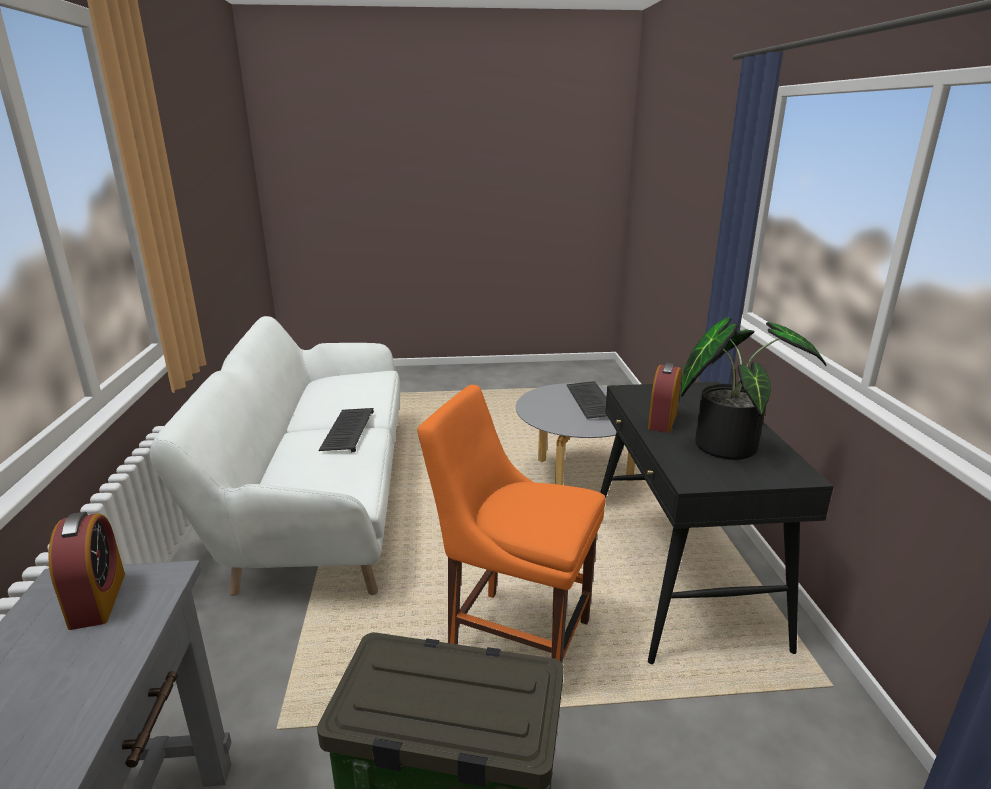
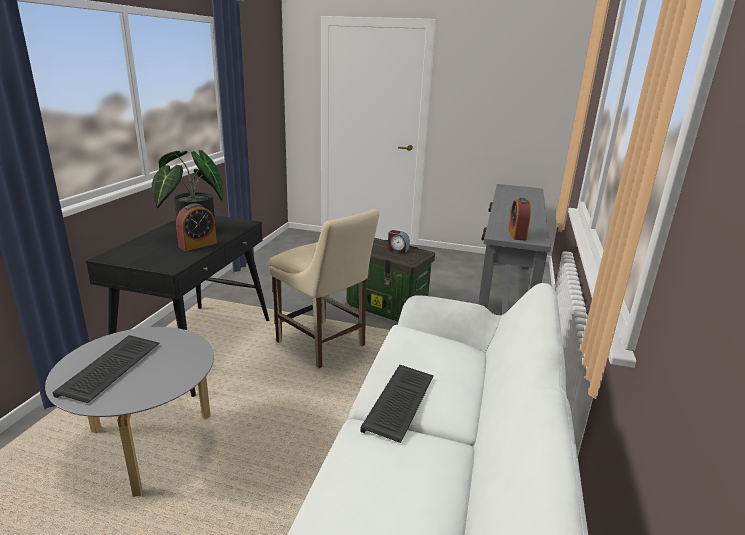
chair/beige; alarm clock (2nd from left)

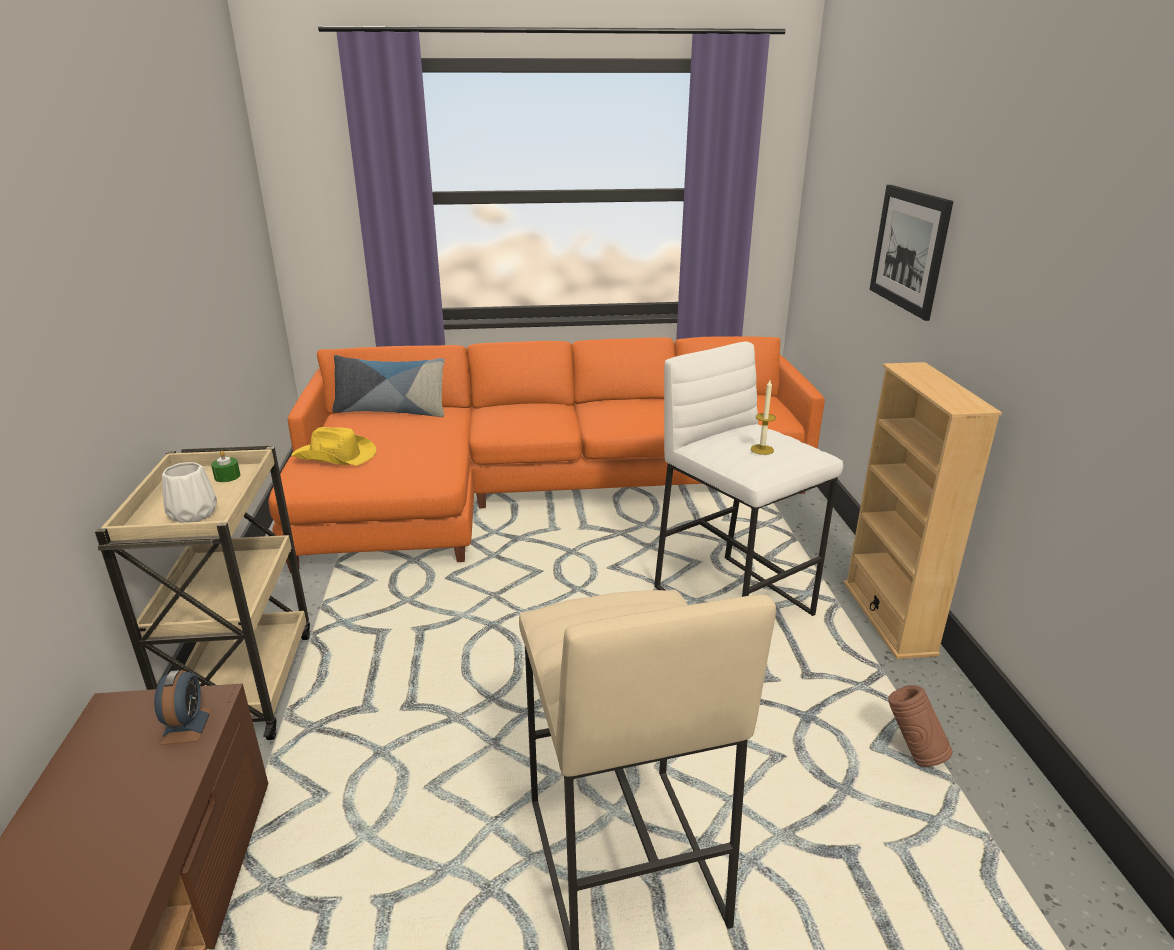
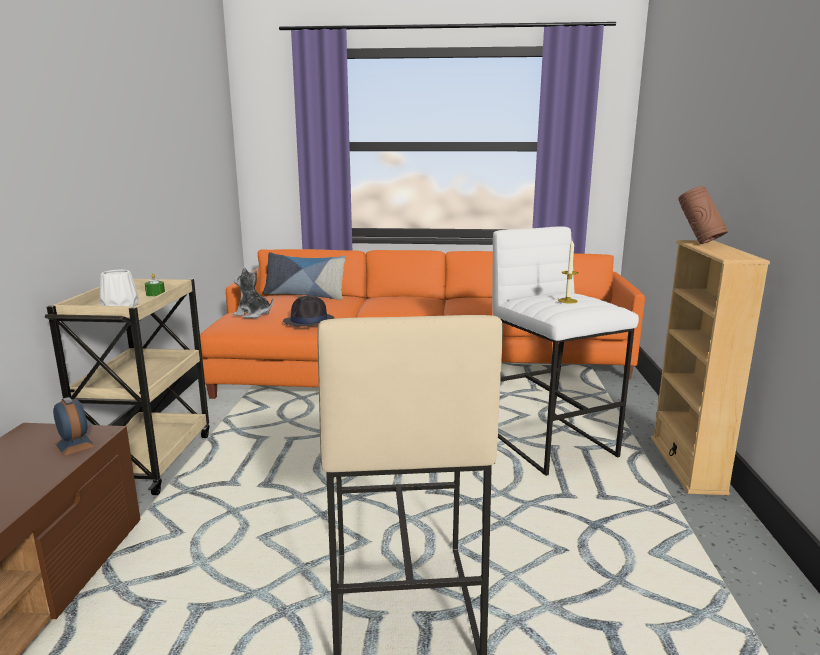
alarm clock; plush toy; hat/black; vase/brown; picture

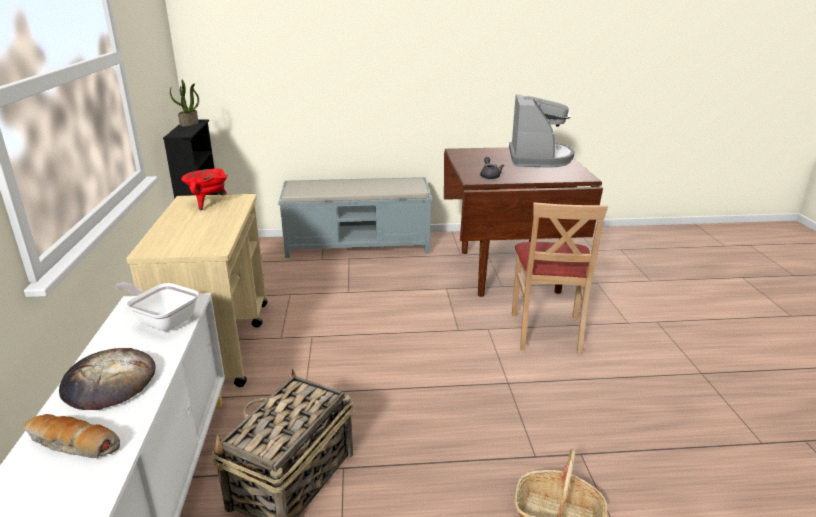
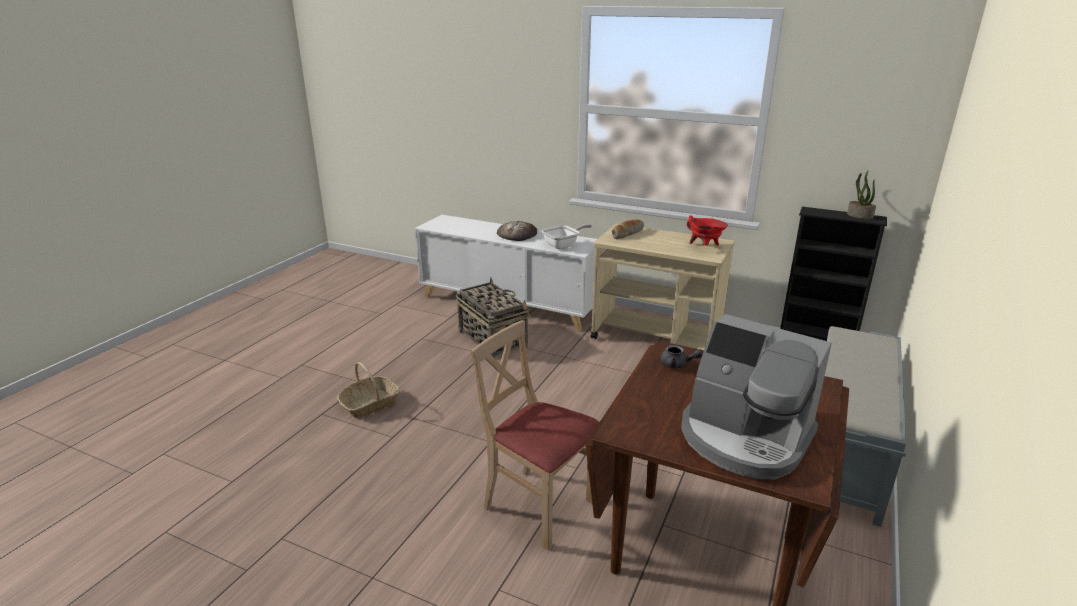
bread (2nd from left)

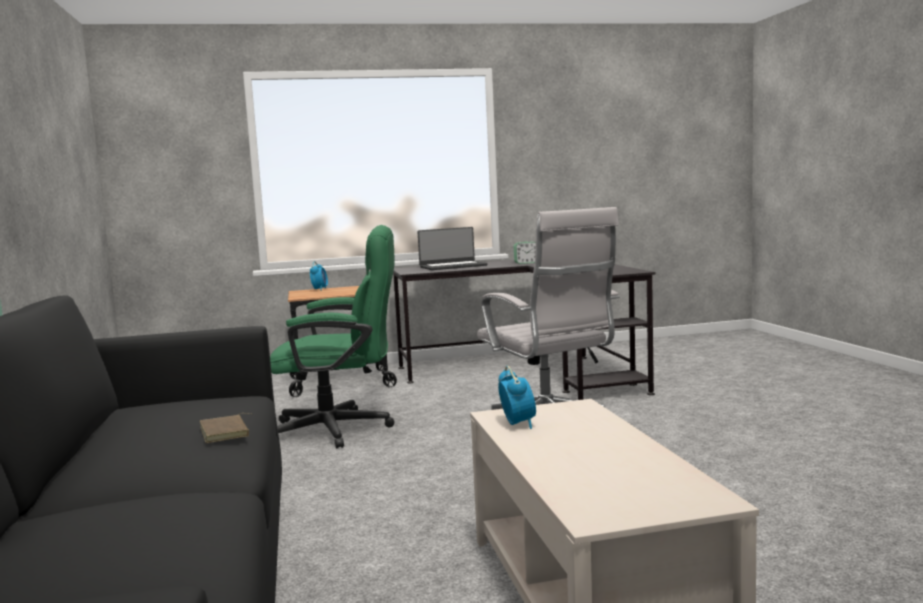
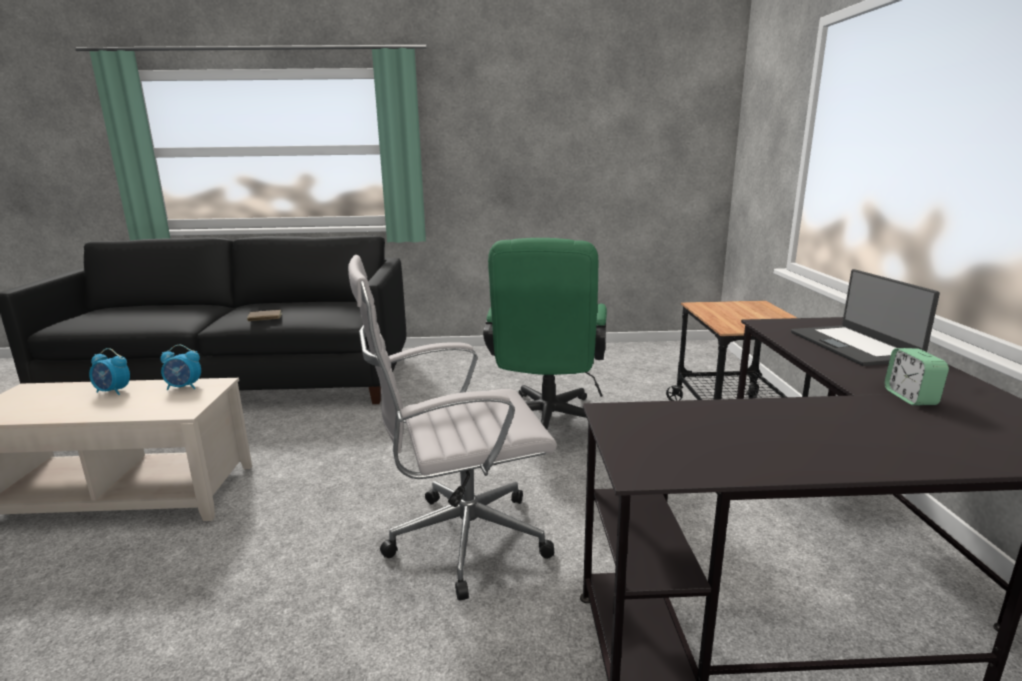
alarm clock (1st from left)

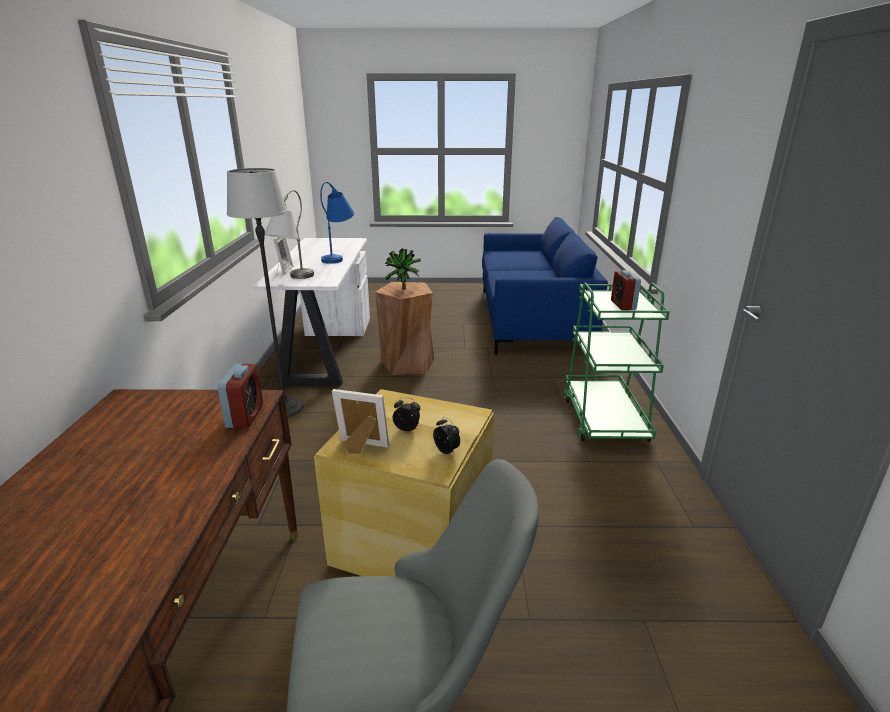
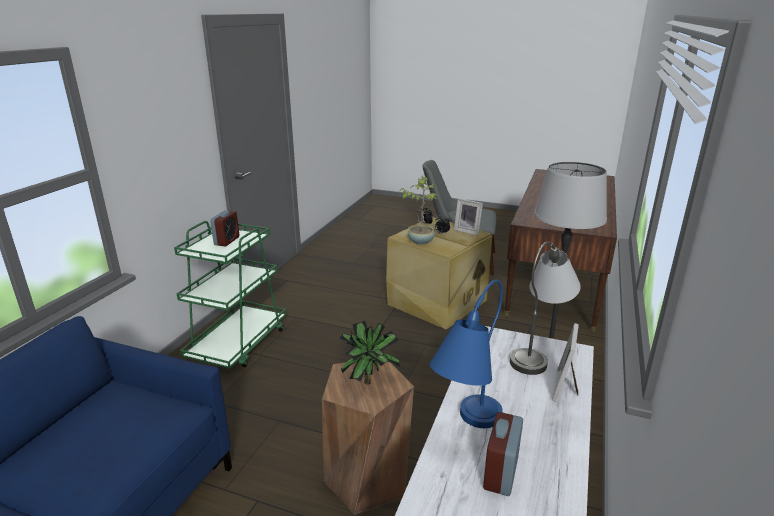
potted plant (2nd from left); alarm clock (4th from left)

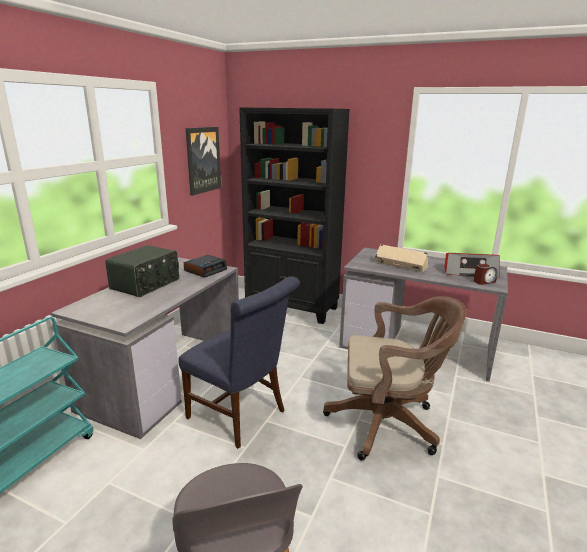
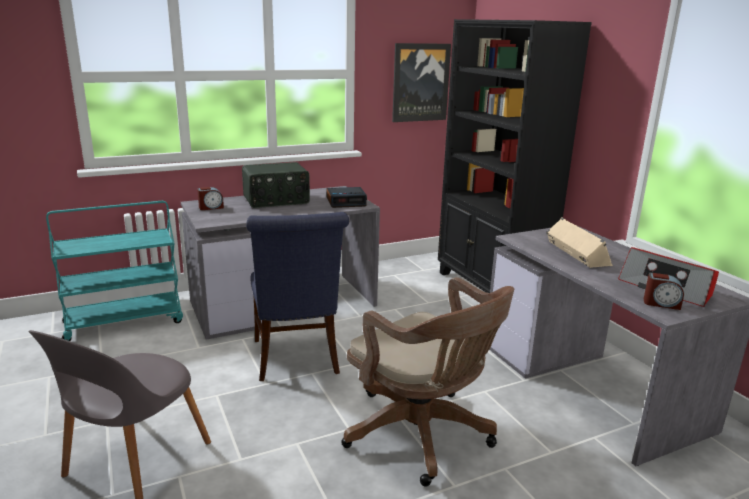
alarm clock (1st from left)

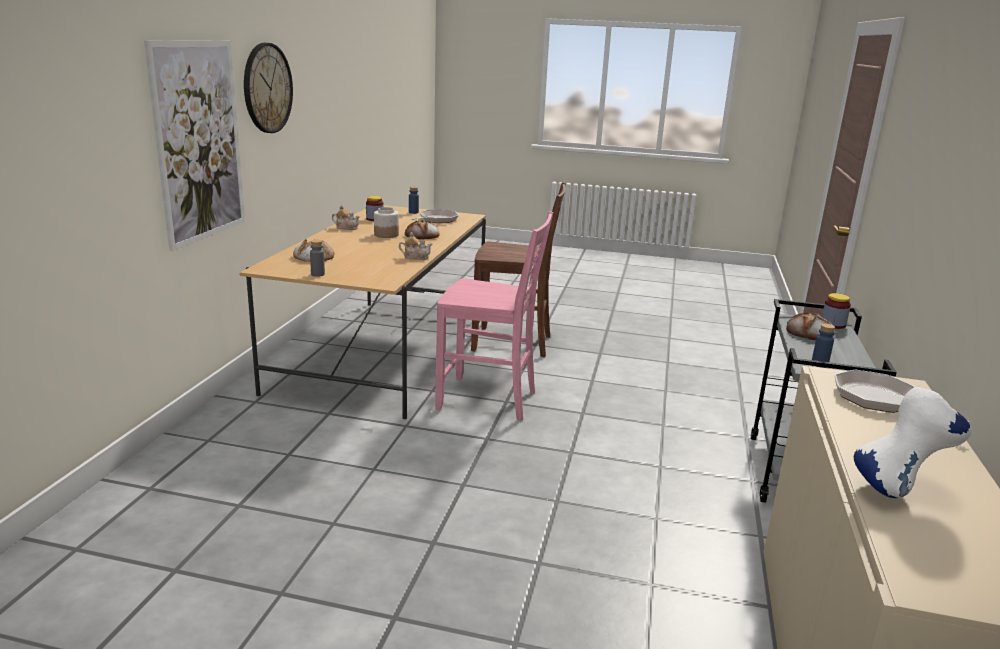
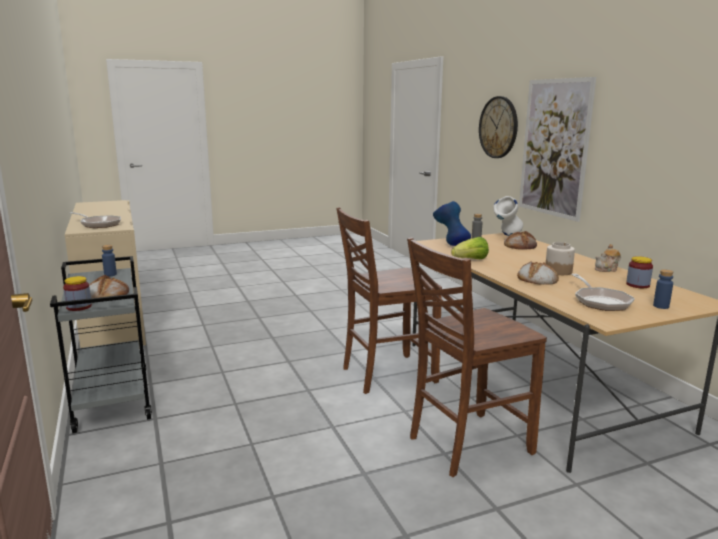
chair/brown (1st from left); vase/blue; lettuce; wall clock; vase/white

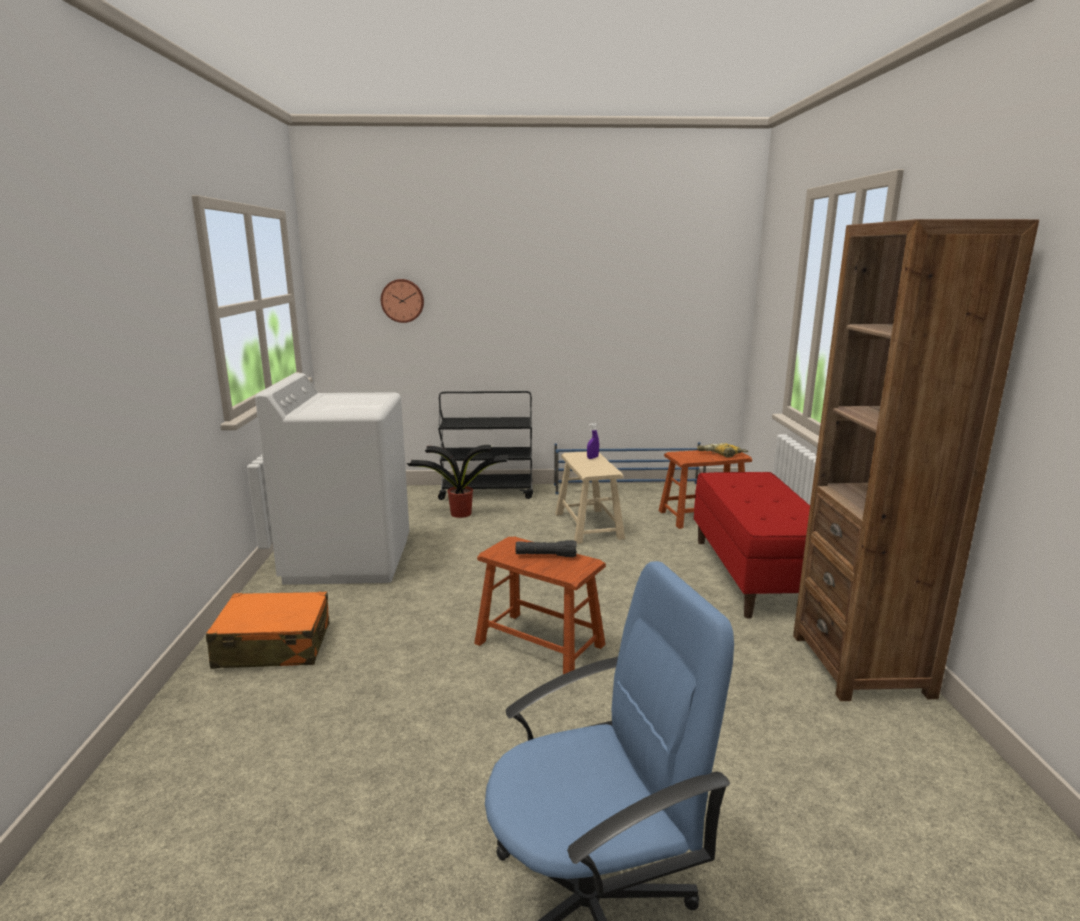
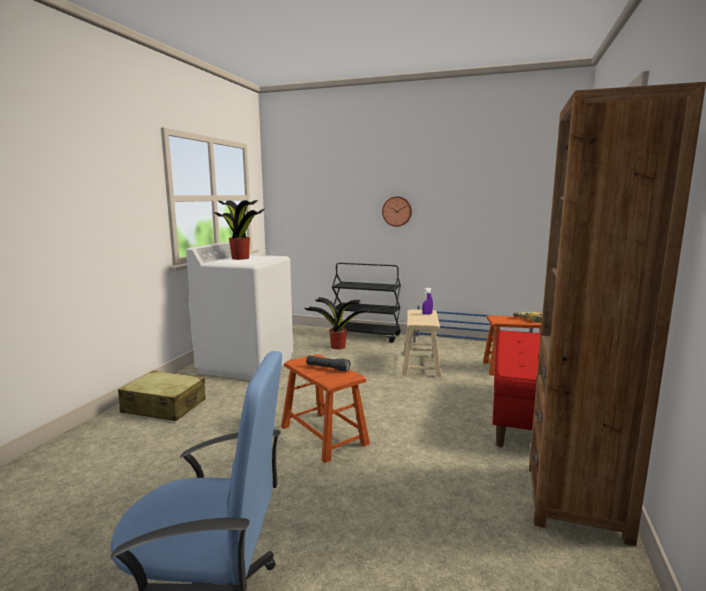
suitcase/beige; potted plant (1st from left); wall clock

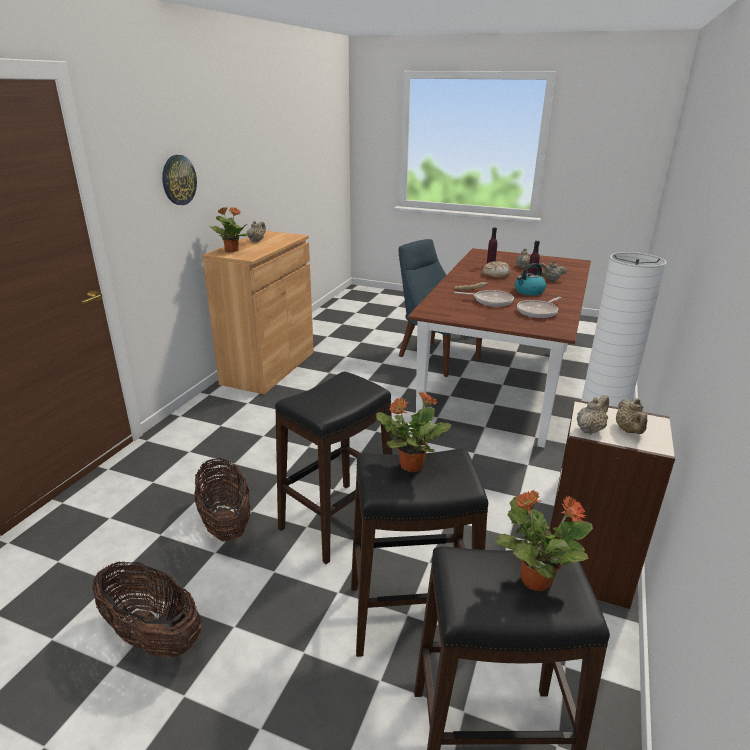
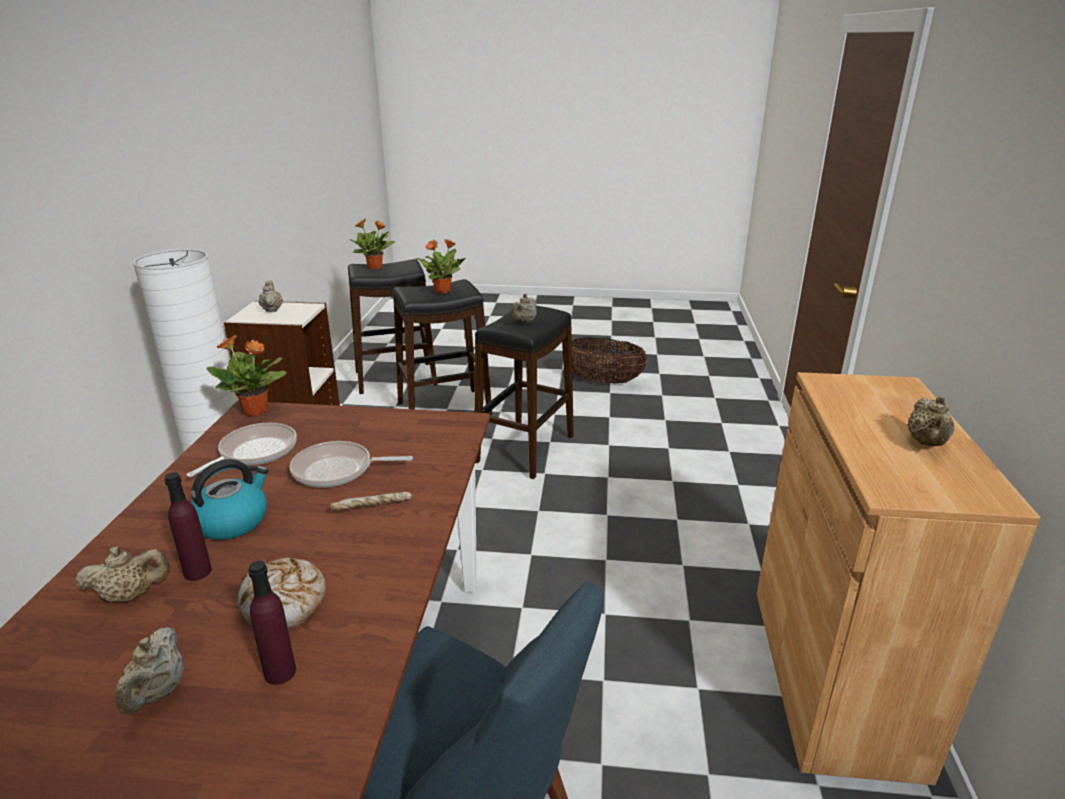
potted plant (1st from left); teapot/beige (4th from left); wall clock; basket (2nd from left in the first image)

